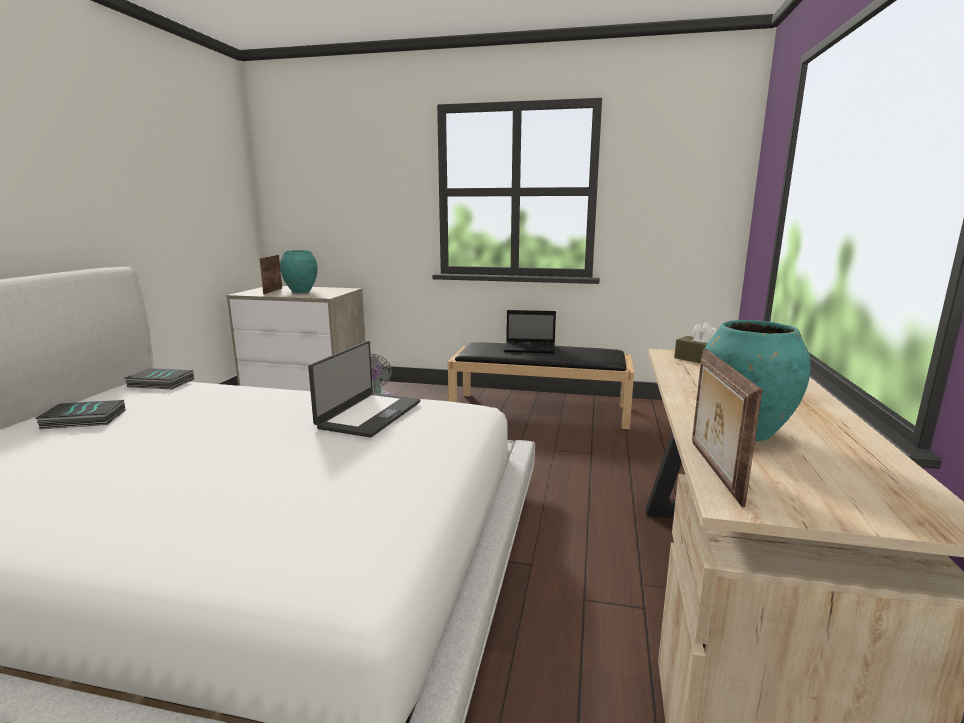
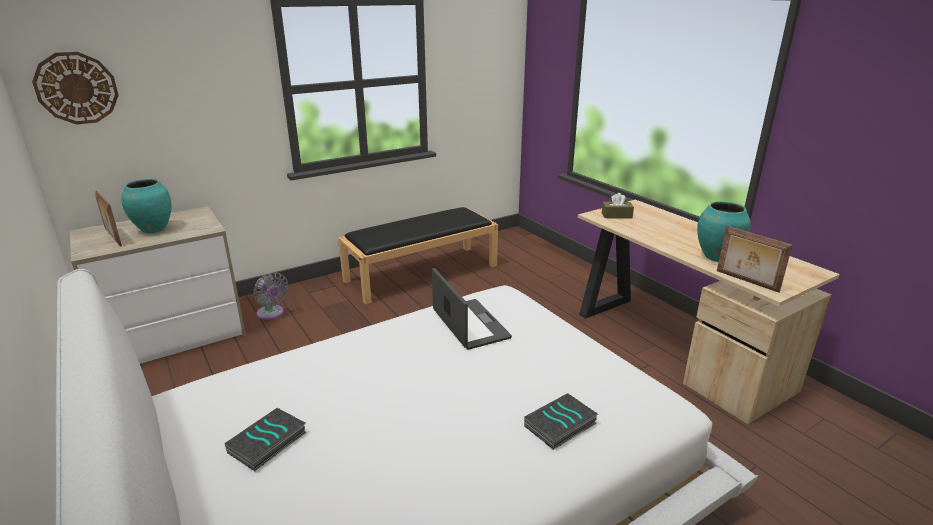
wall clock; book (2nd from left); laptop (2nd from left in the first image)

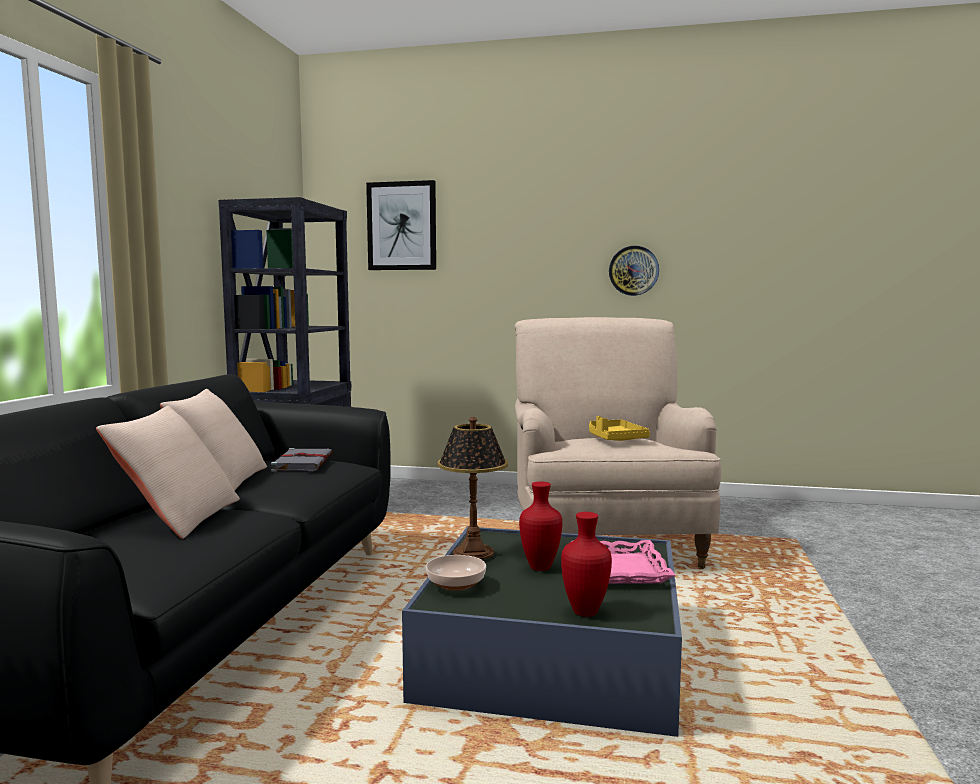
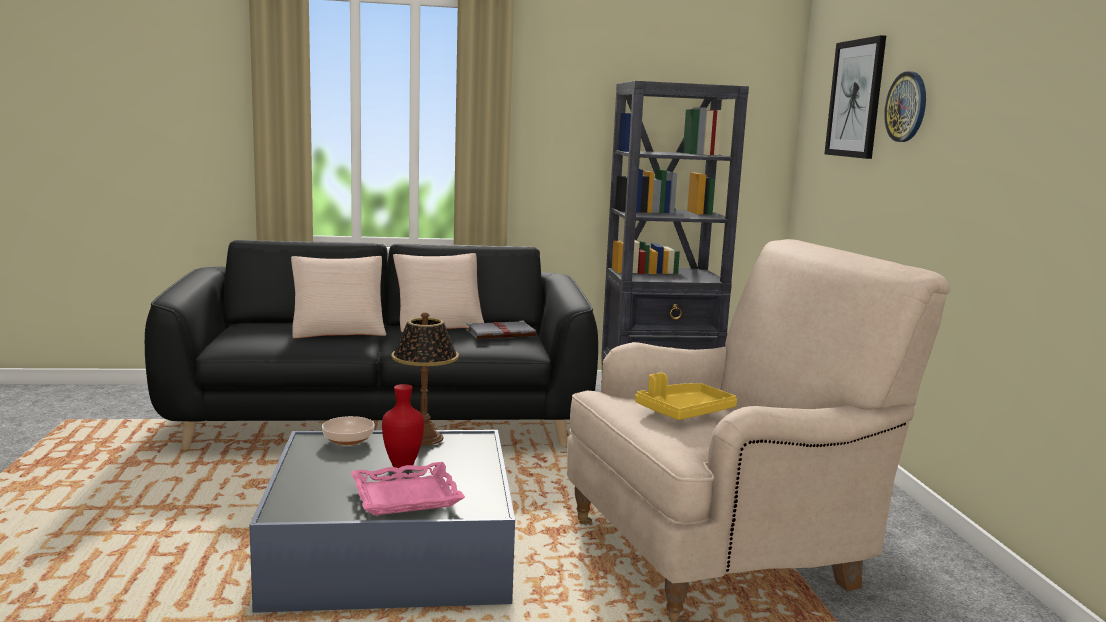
wall clock; vase/red (2nd from left in the first image)

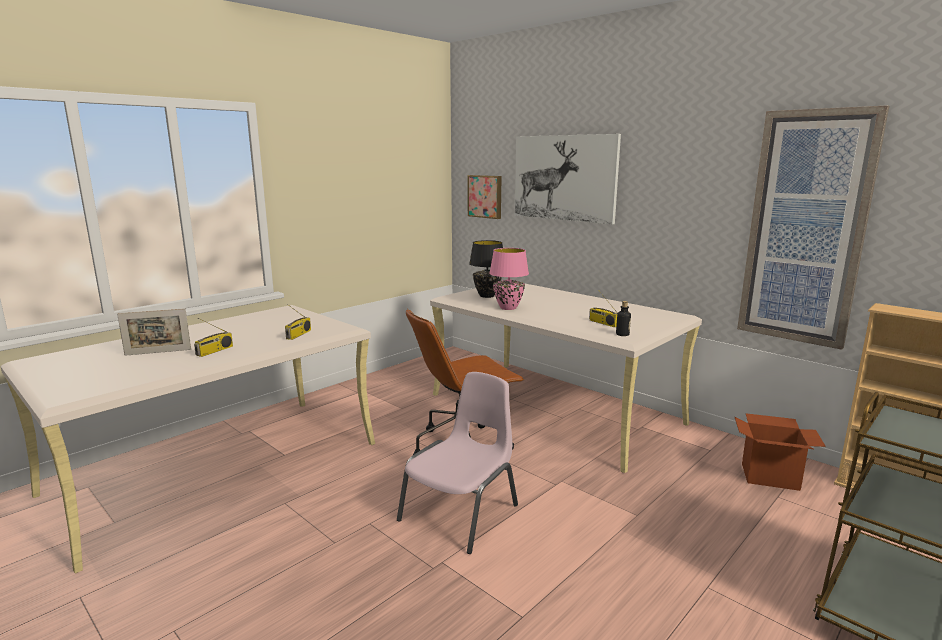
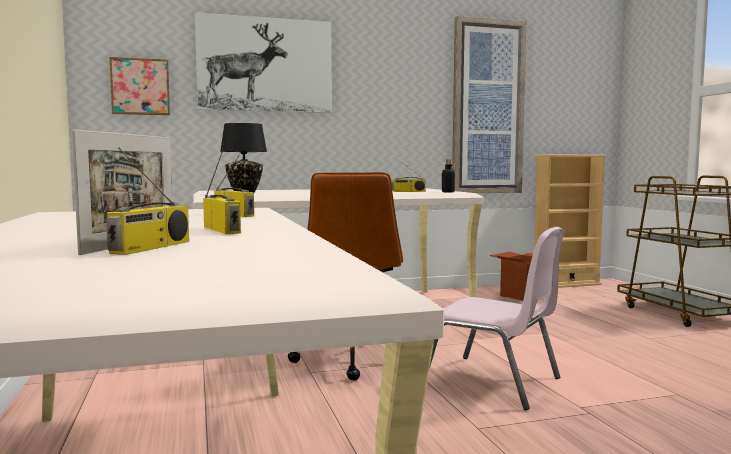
radio (1st from left); chair/pink; table lamp/pink

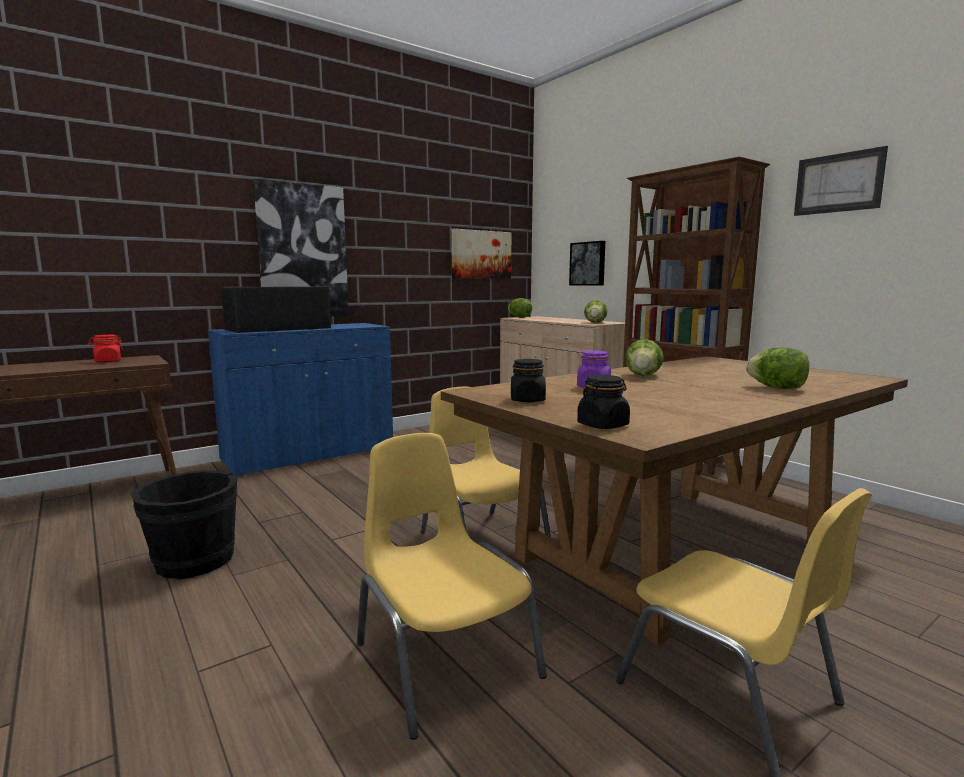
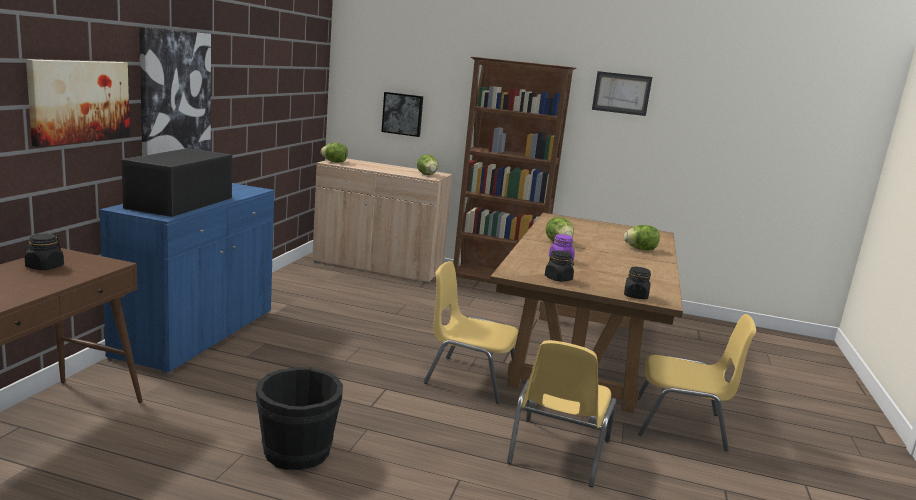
jar/black (1st from left); picture (1st from left); chair/yellow (2nd from left)

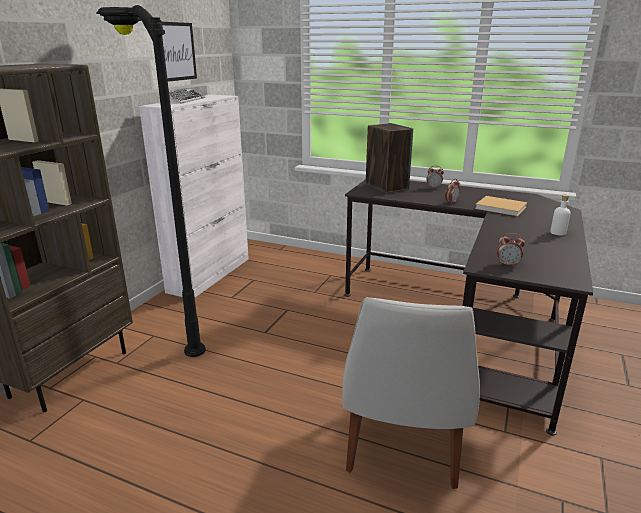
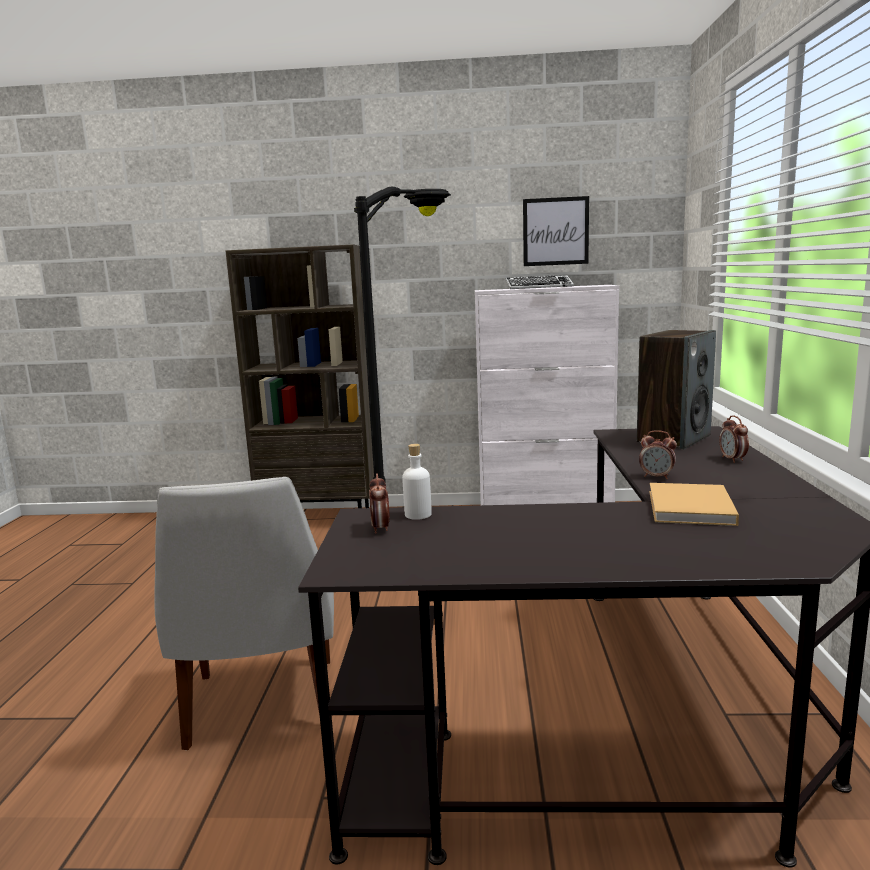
chair/white; bottle/white

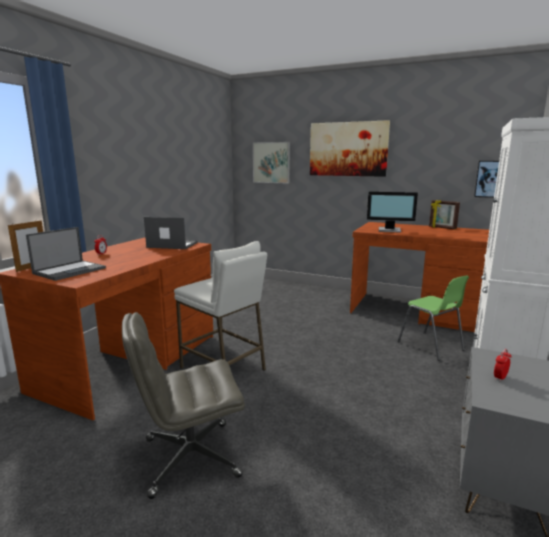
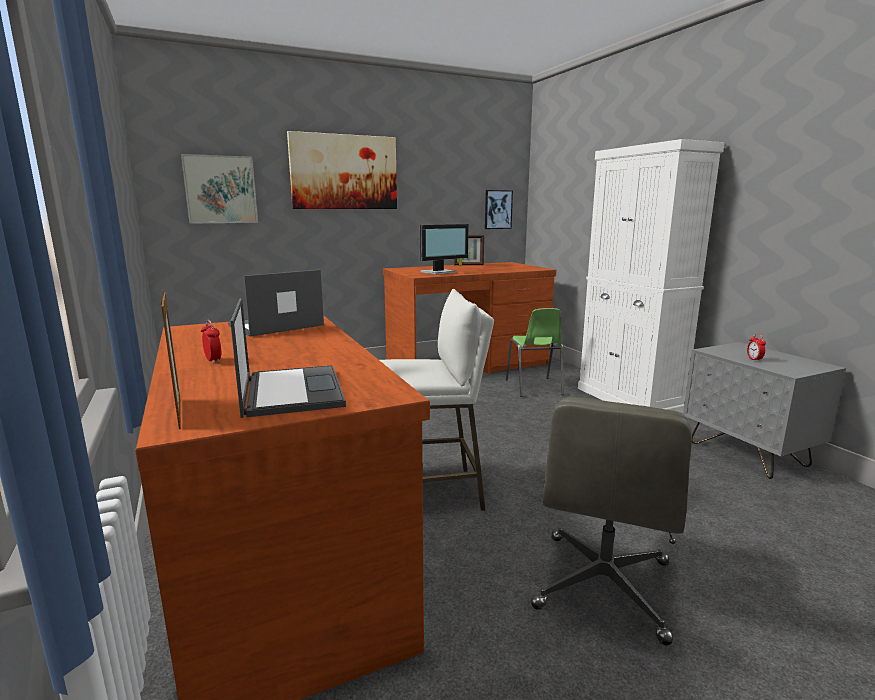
chair/green

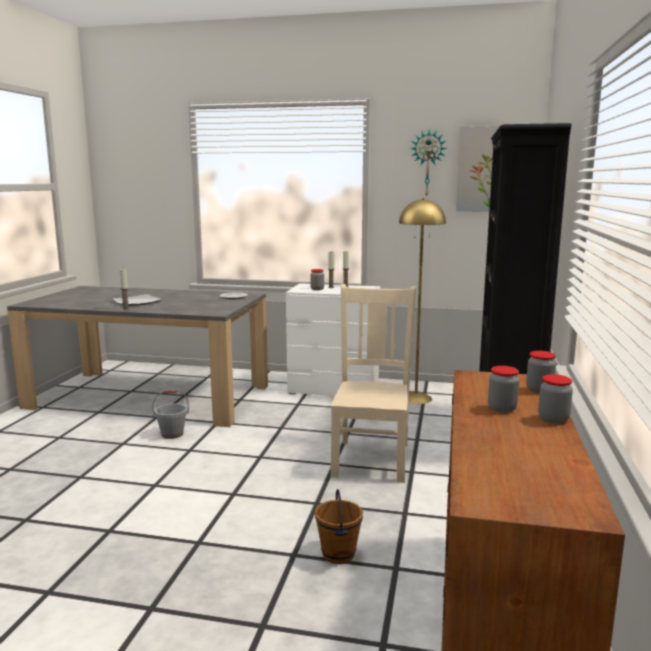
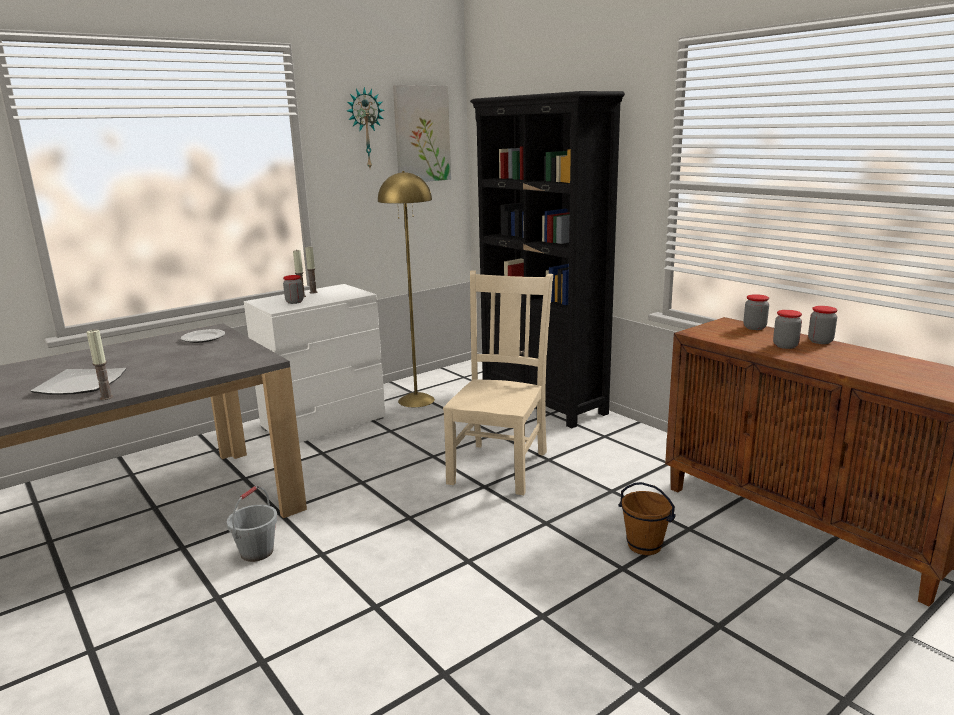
chair/beige

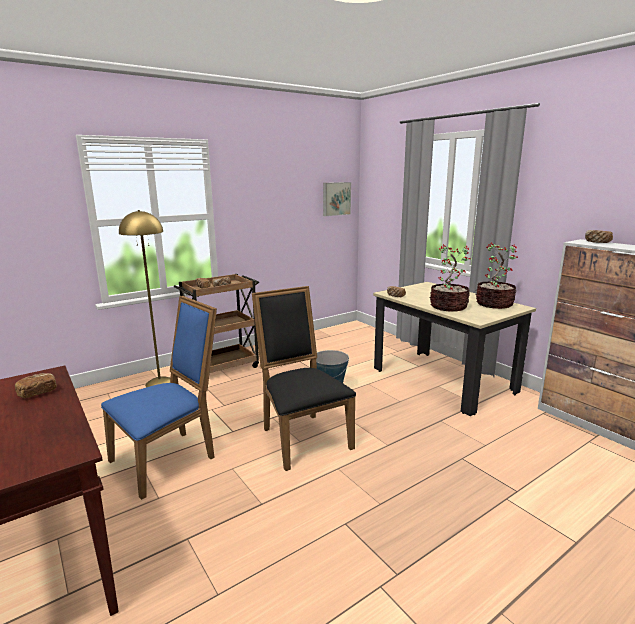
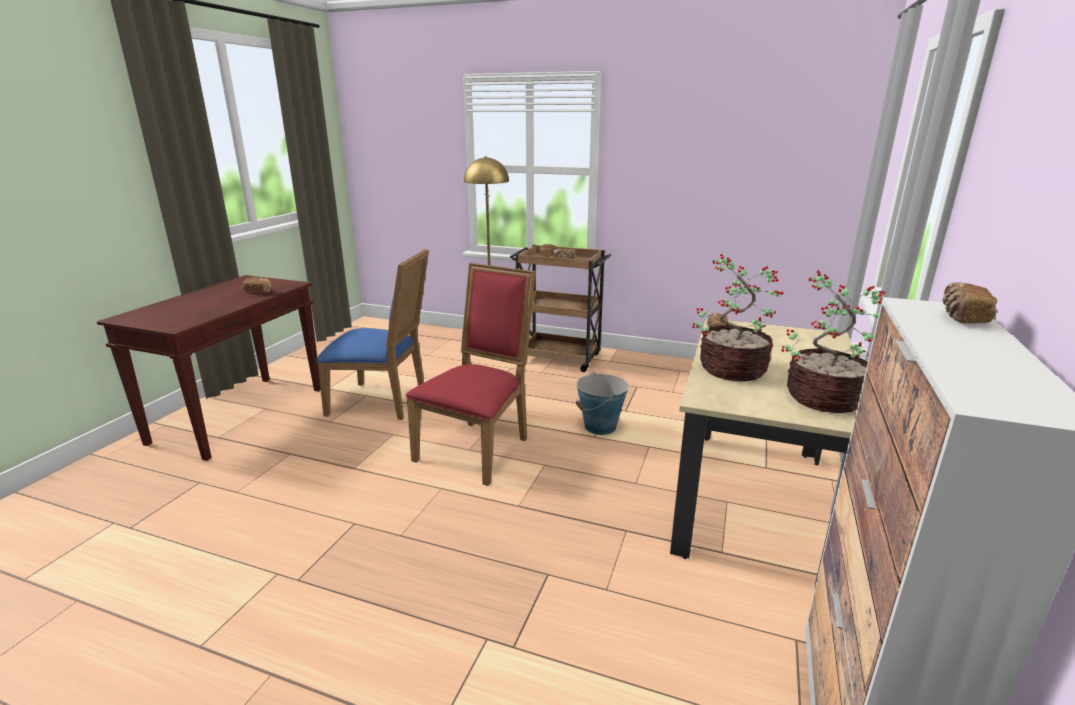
chair/red; picture

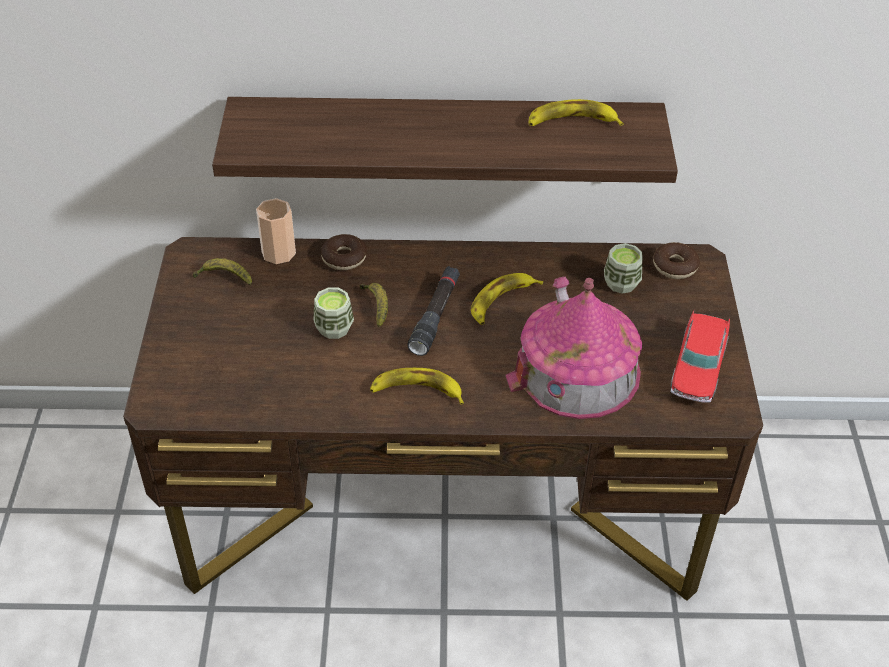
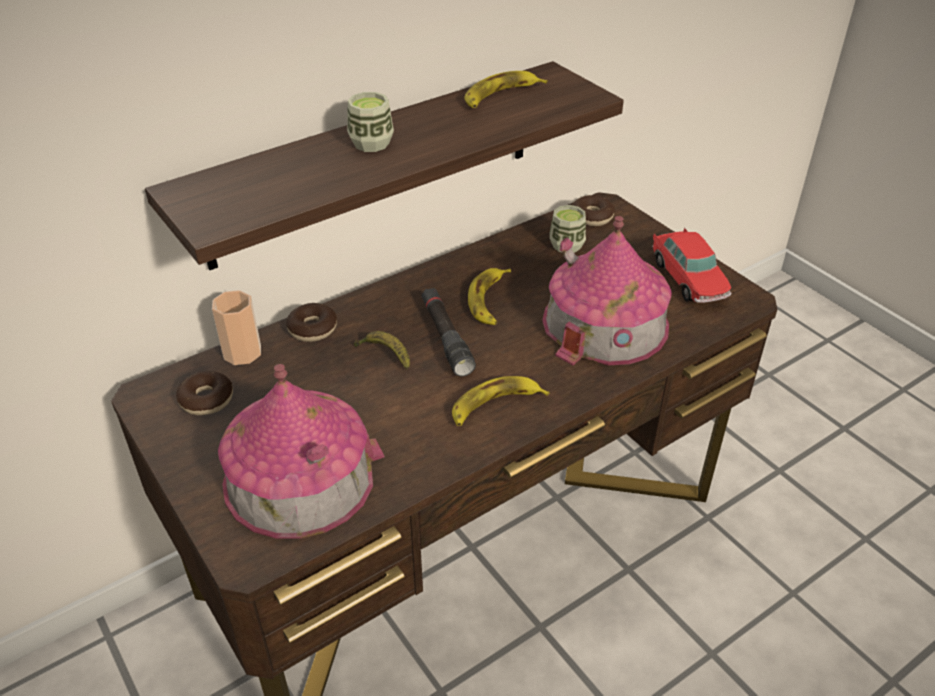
donut (1st from left); toy house (1st from left); cup (2nd from left)

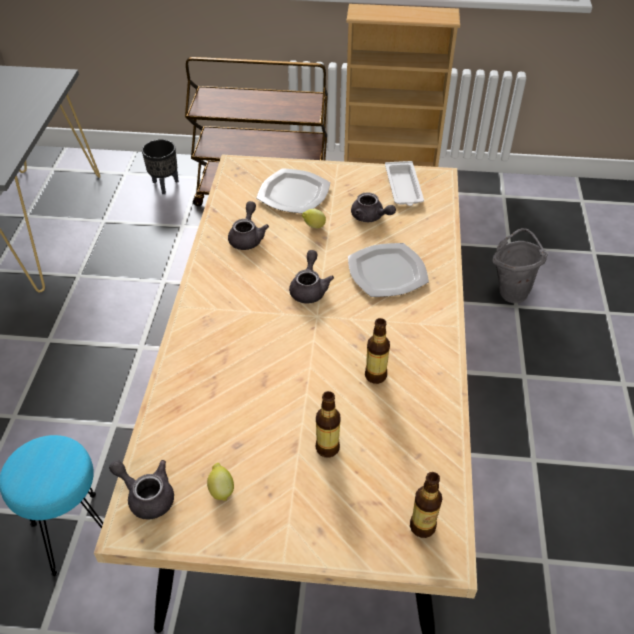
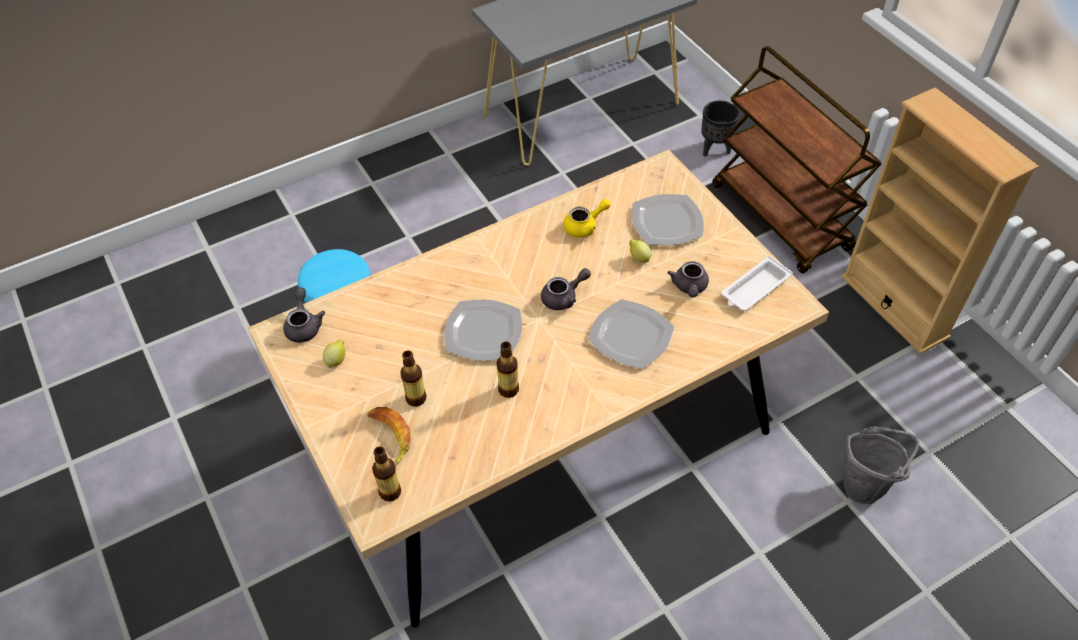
banana; plate (1st from left); teapot/yellow

